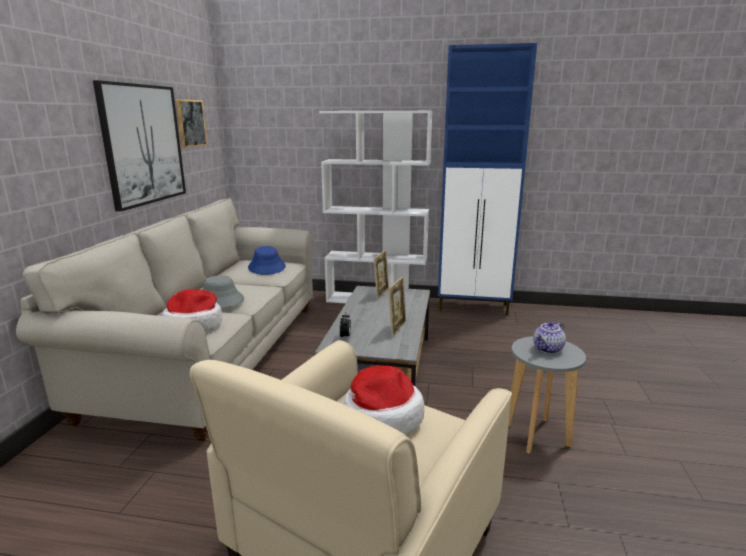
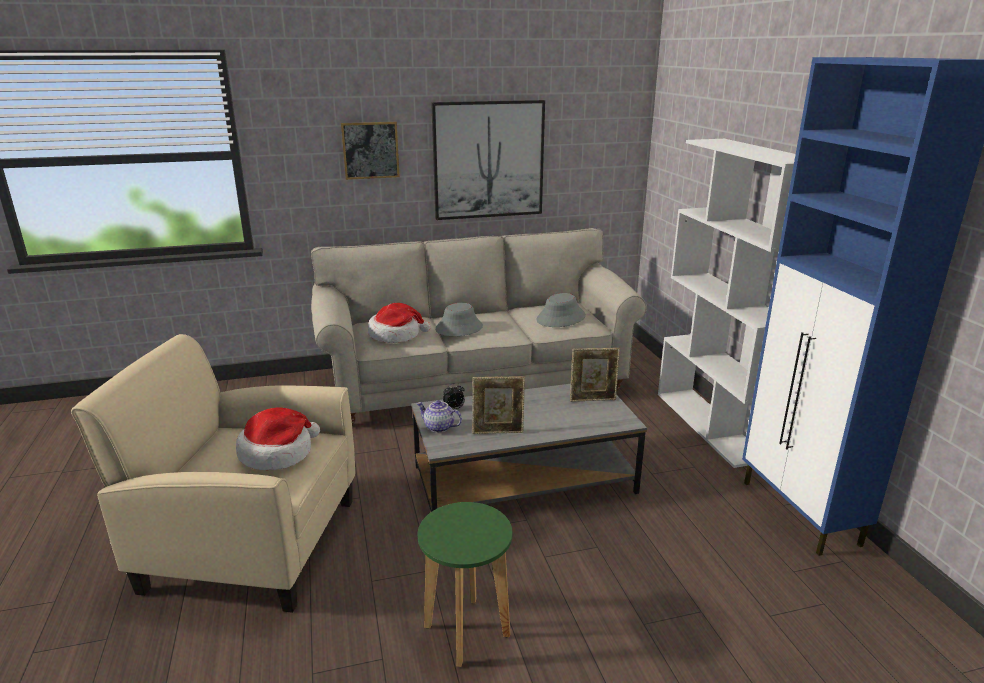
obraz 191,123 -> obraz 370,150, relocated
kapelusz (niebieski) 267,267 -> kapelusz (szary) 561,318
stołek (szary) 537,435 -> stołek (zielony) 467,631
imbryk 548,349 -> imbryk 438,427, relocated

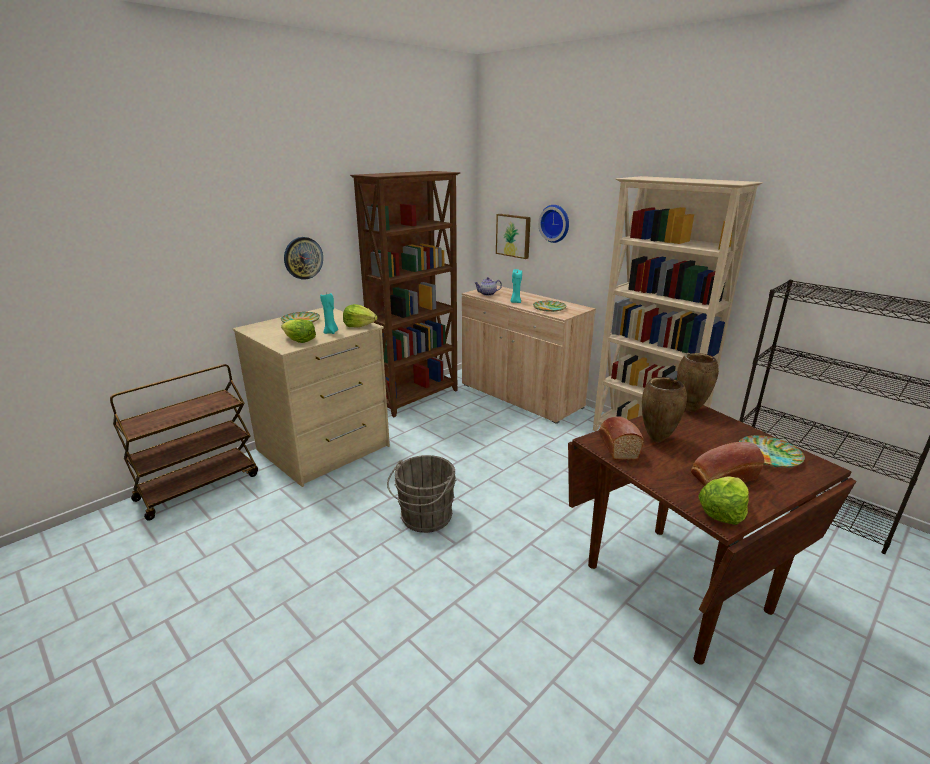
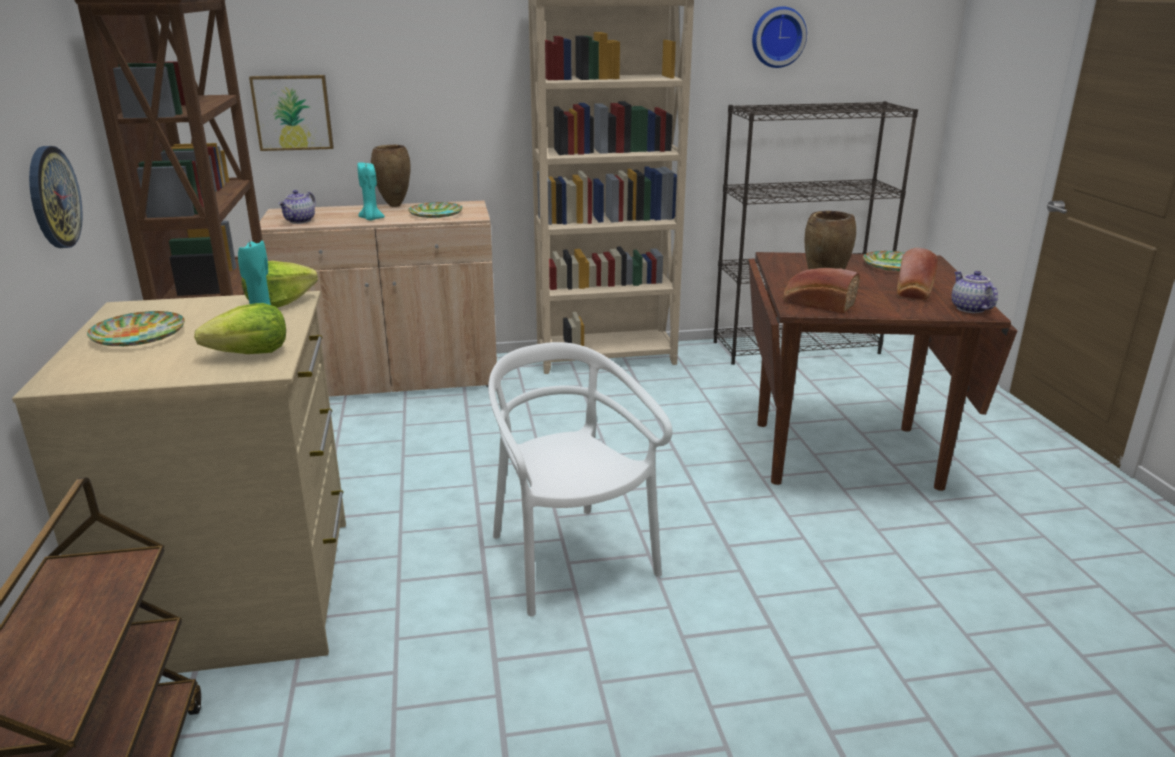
wiadro (szary) 424,518 -> krzesło (biały) 569,559
zegar ścienny 555,223 -> zegar ścienny 777,37, relocated
wazon (brązowy) 689,409 -> wazon (brązowy) 394,206, relocated
sałata 722,512 -> imbryk 969,309

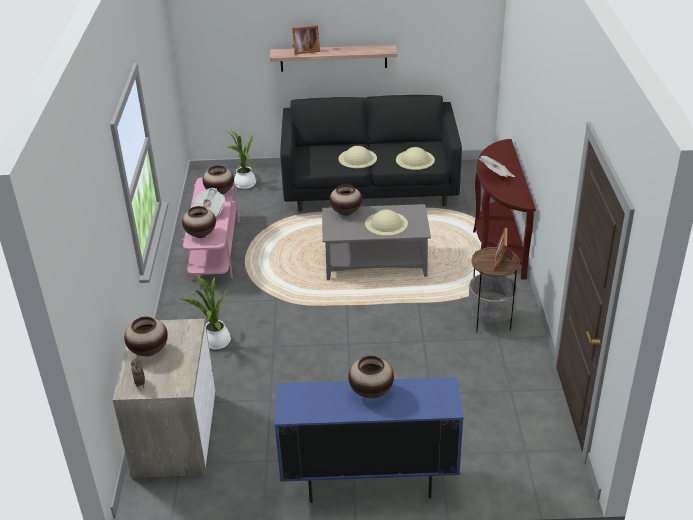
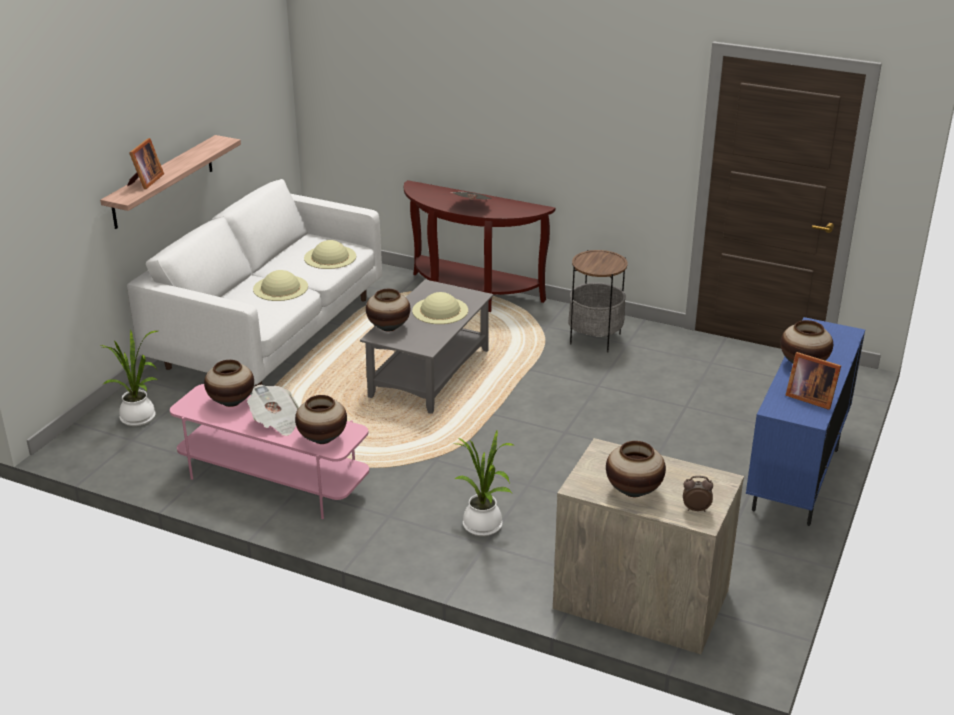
kanapa (czarny) 370,188 -> kanapa (biały) 269,333
ramka na zdjęcie 502,261 -> ramka na zdjęcie 809,397, relocated

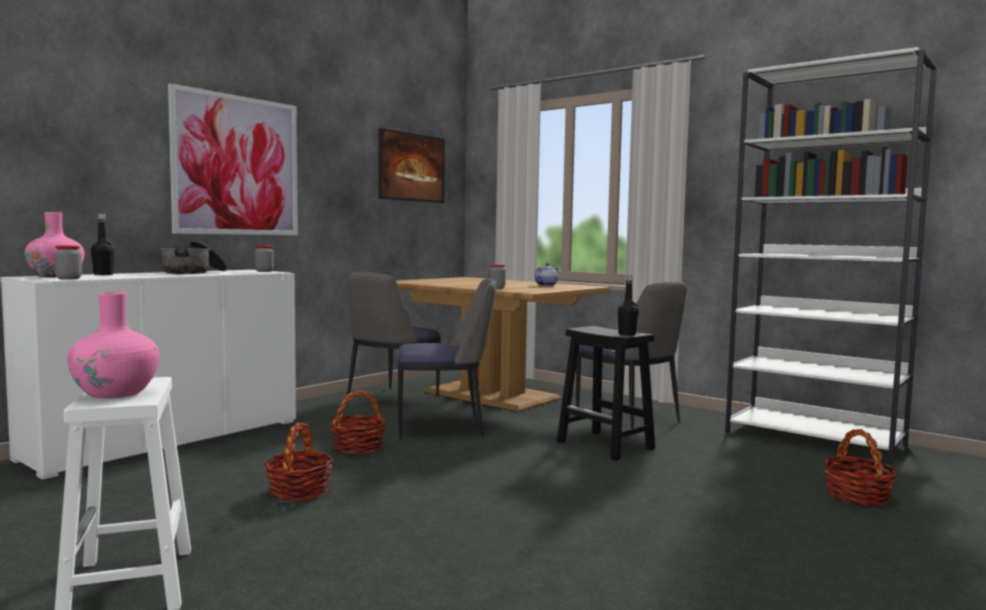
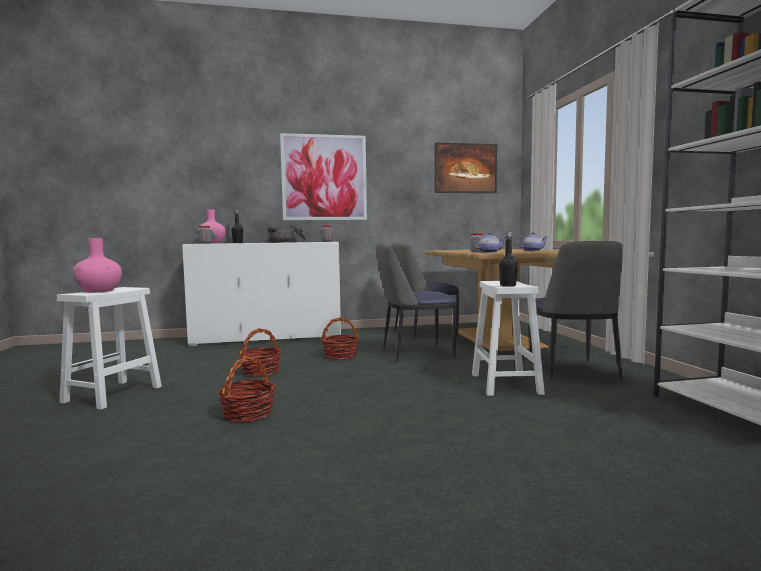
krzesło 443,427 -> krzesło 415,353, 135 degrees clockwise
stołek (czarny) 606,445 -> stołek (biały) 506,384
koszyk 857,496 -> koszyk 248,413, relocated
none -> imbryk 489,252

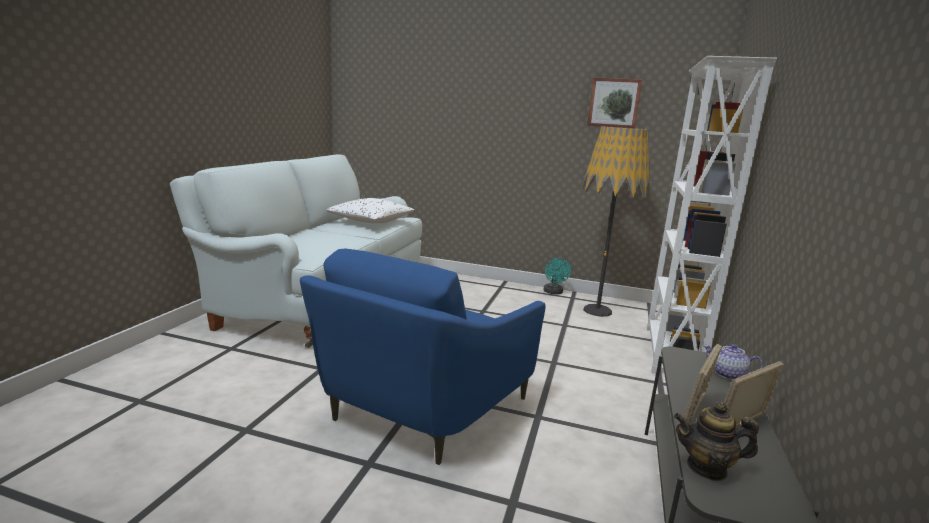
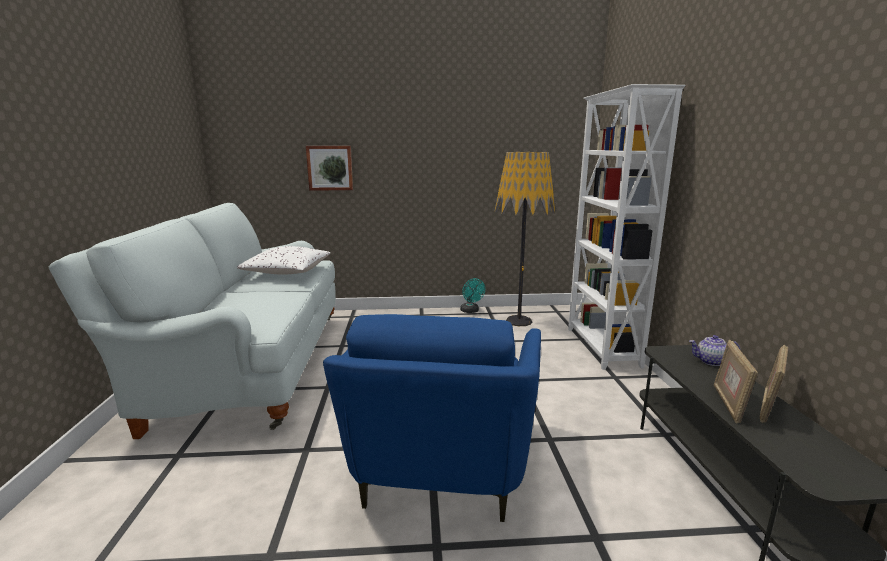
obraz 614,103 -> obraz 330,168, relocated
imbryk 707,468 -> none

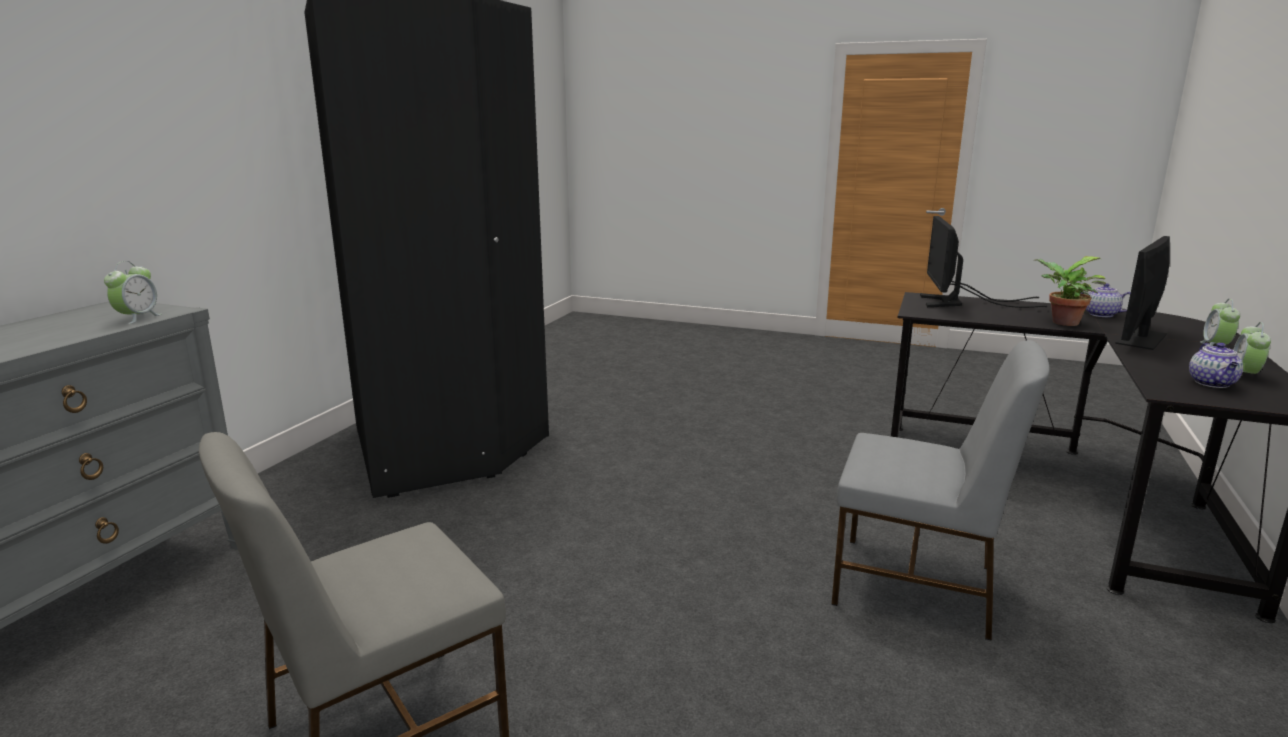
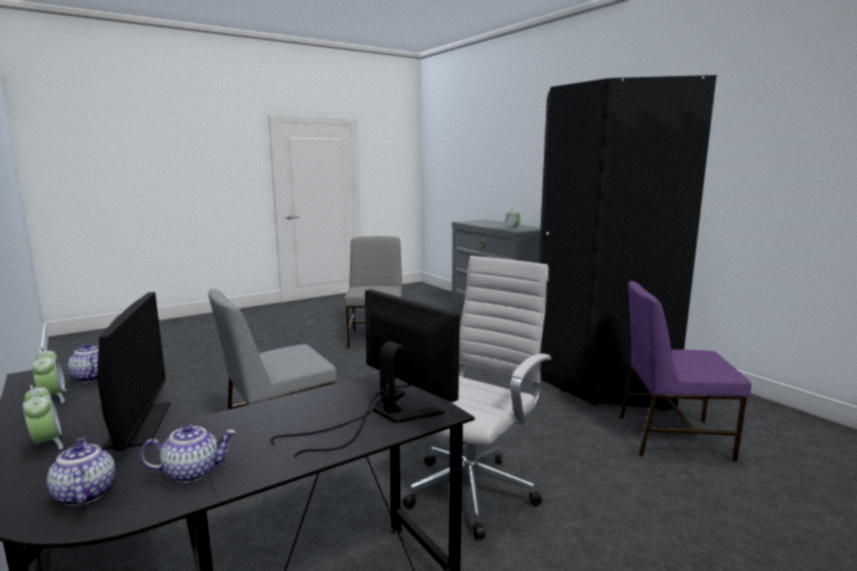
roślina doniczkowa 1061,323 -> none
none -> imbryk 84,494
none -> krzesło biurowe (biały) 474,489
none -> krzesło (fioletowy) 670,437

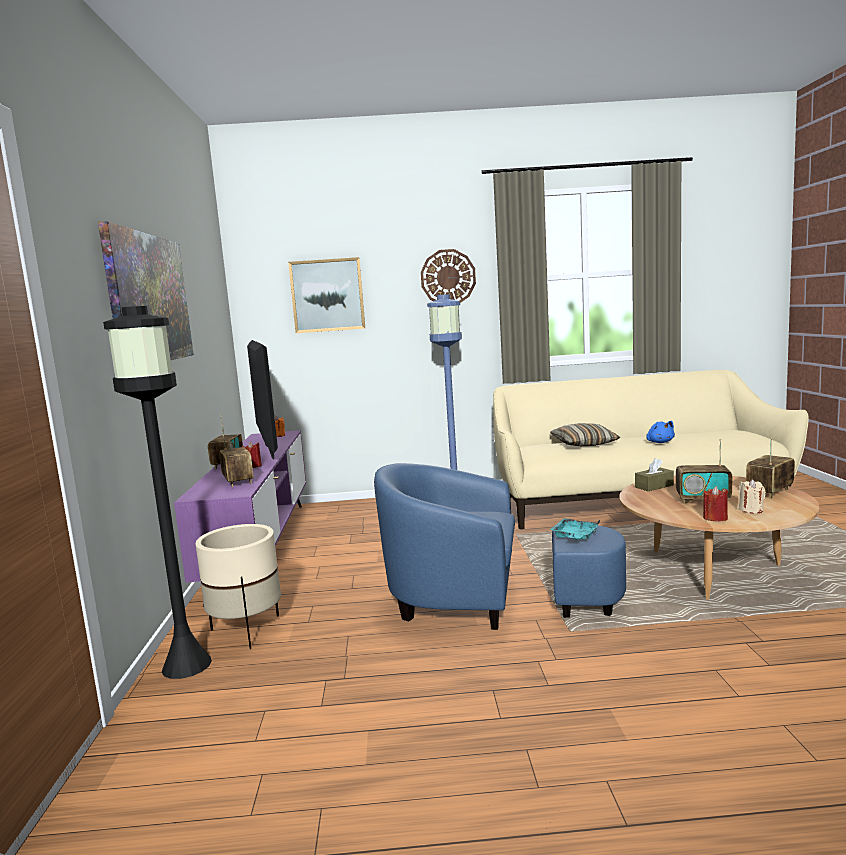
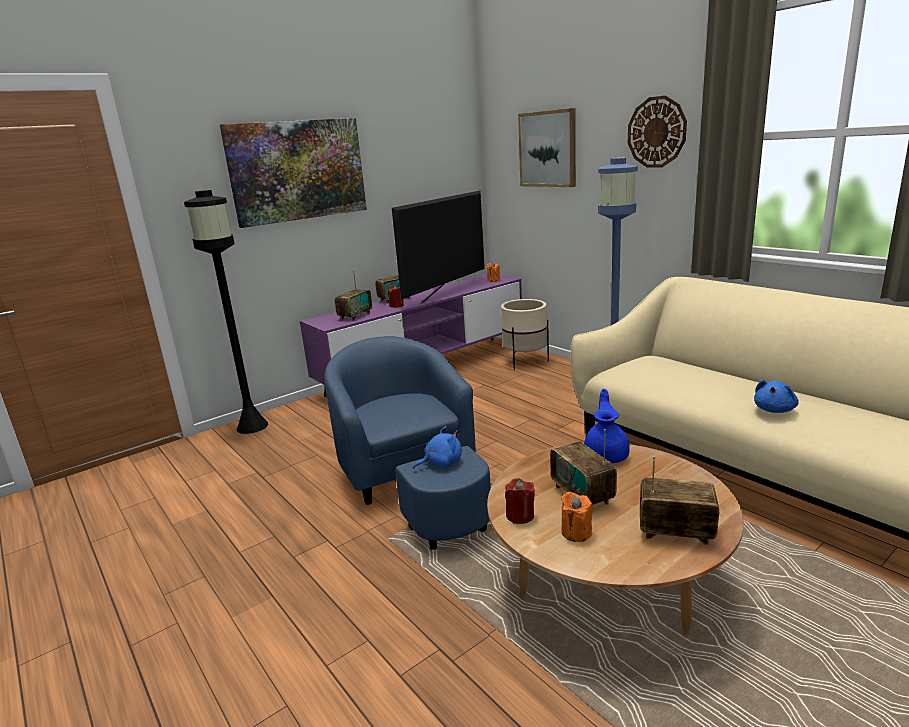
donica (beżowy) 247,631 -> donica (beżowy) 525,362, relocated
poduszka 583,444 -> none
taca (turkusowy) 575,537 -> pluszak (niebieski) 441,462
pudełko chusteczek (brązowy) 654,486 -> imbryk (niebieski) 606,455
świeca (beżowy) 751,510 -> świeca (pomarańczowy) 576,532

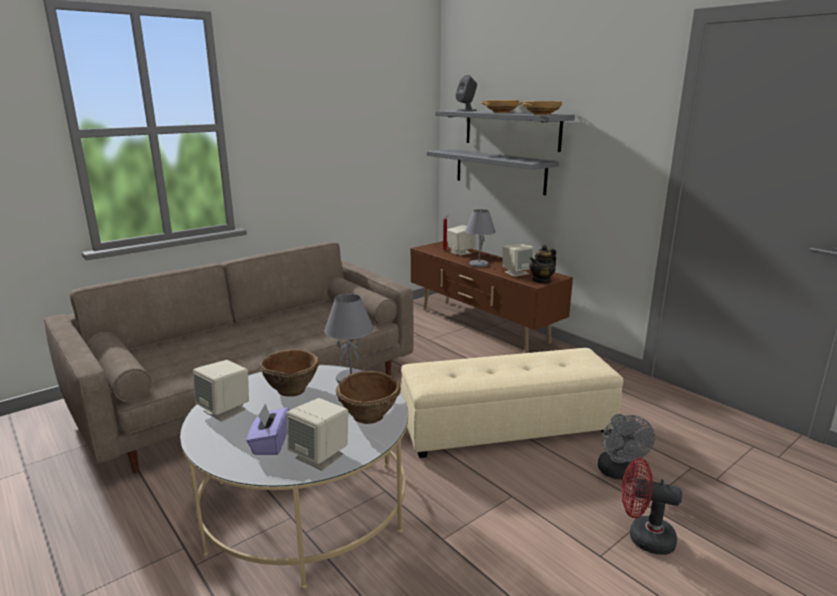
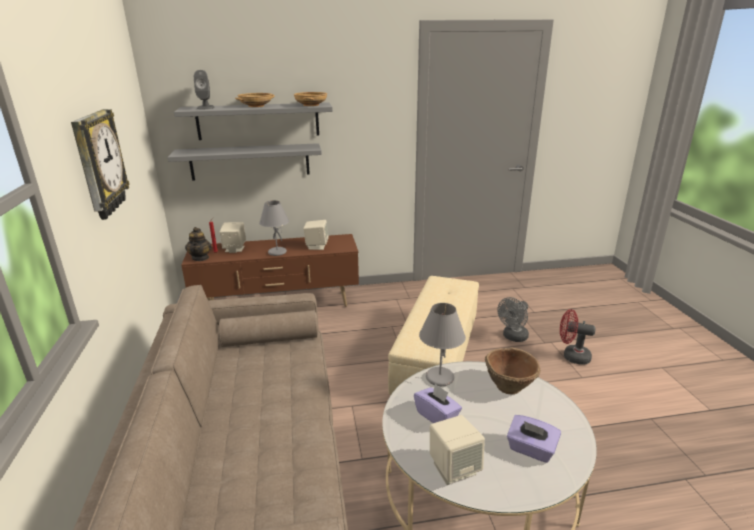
miska (brązowy) 291,389 -> pudełko chusteczek (fioletowy) 437,416
głośnik (beżowy) 320,456 -> none
imbryk 542,280 -> imbryk 200,258, relocated
wentylator (szary) 619,473 -> wentylator (szary) 513,337, 105 degrees clockwise
wentylator (czerwony) 643,537 -> wentylator (czerwony) 571,356, 60 degrees clockwise
none -> zegar ścienny 99,164

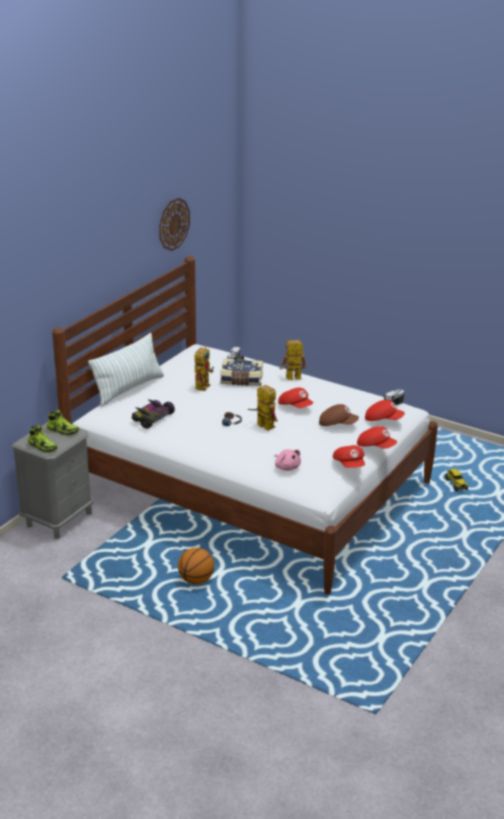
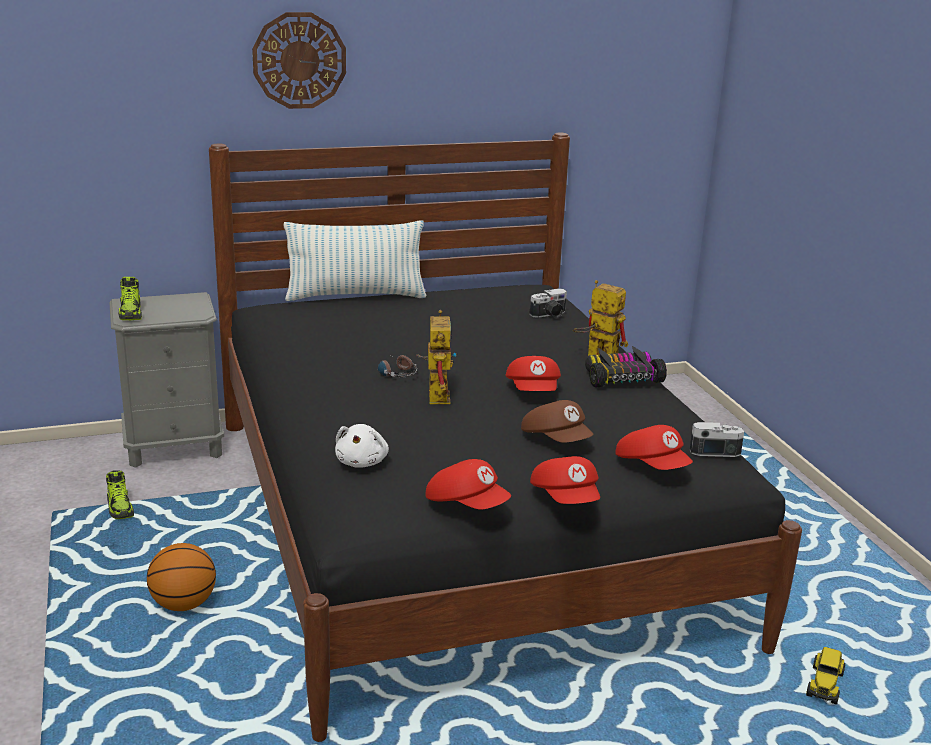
but 63,431 -> but 120,508, relocated
łóżko (biały) 251,489 -> łóżko (czarny) 459,523
samochodzik 152,418 -> samochodzik 621,378, relocated
zegar ścienny 173,224 -> zegar ścienny 299,60, relocated
robot zabawkowy 202,385 -> none
książka 241,380 -> none
pluszak (różowy) 287,467 -> pluszak (biały) 362,462
czapka z daszkiem (czerwony) 349,465 -> czapka z daszkiem (czerwony) 467,504, 75 degrees counterclockwise

